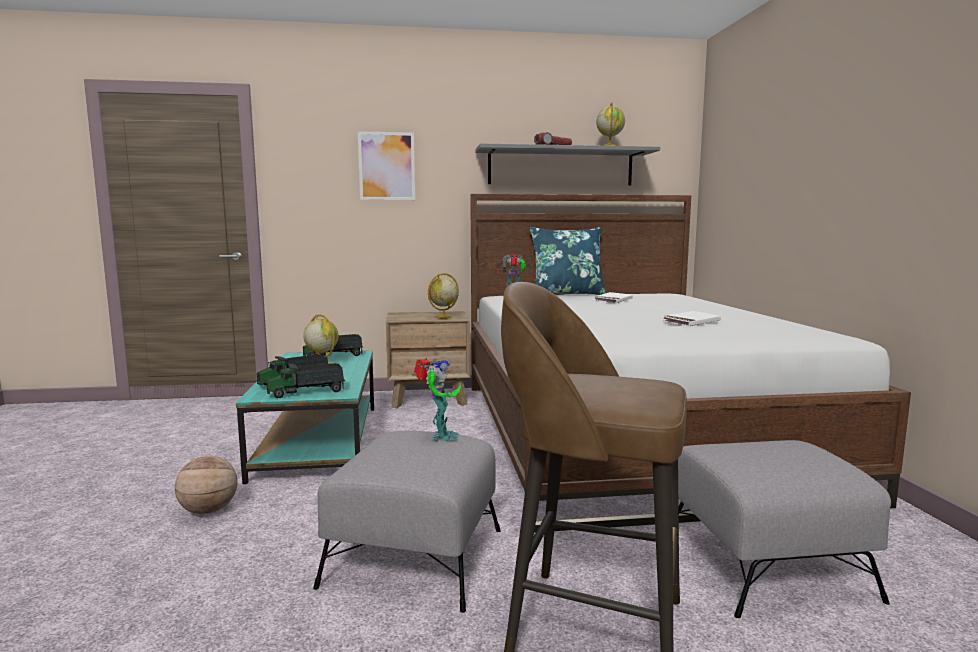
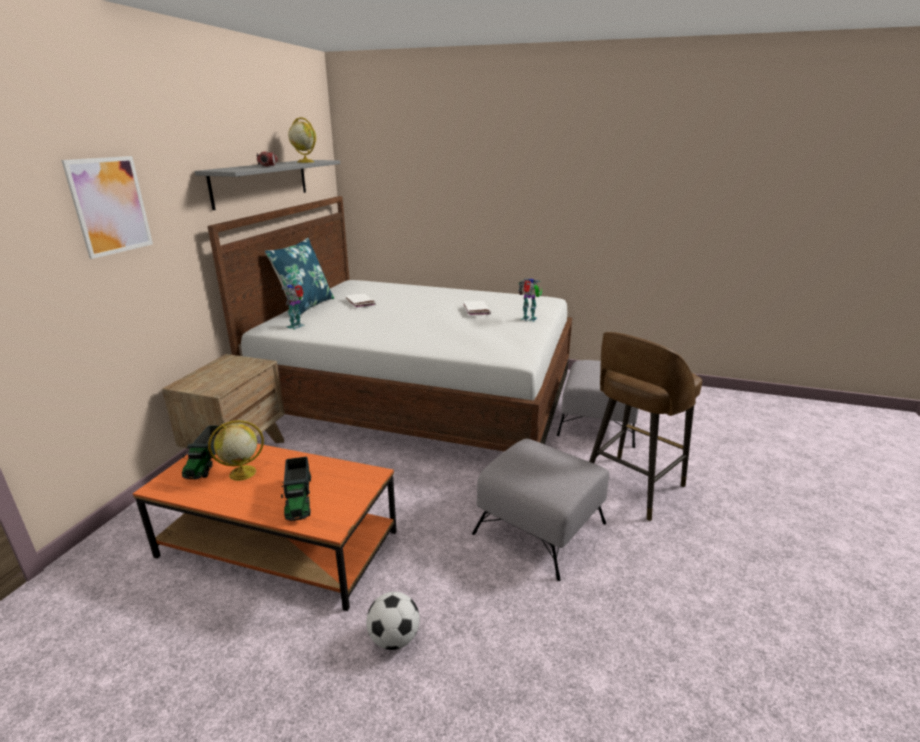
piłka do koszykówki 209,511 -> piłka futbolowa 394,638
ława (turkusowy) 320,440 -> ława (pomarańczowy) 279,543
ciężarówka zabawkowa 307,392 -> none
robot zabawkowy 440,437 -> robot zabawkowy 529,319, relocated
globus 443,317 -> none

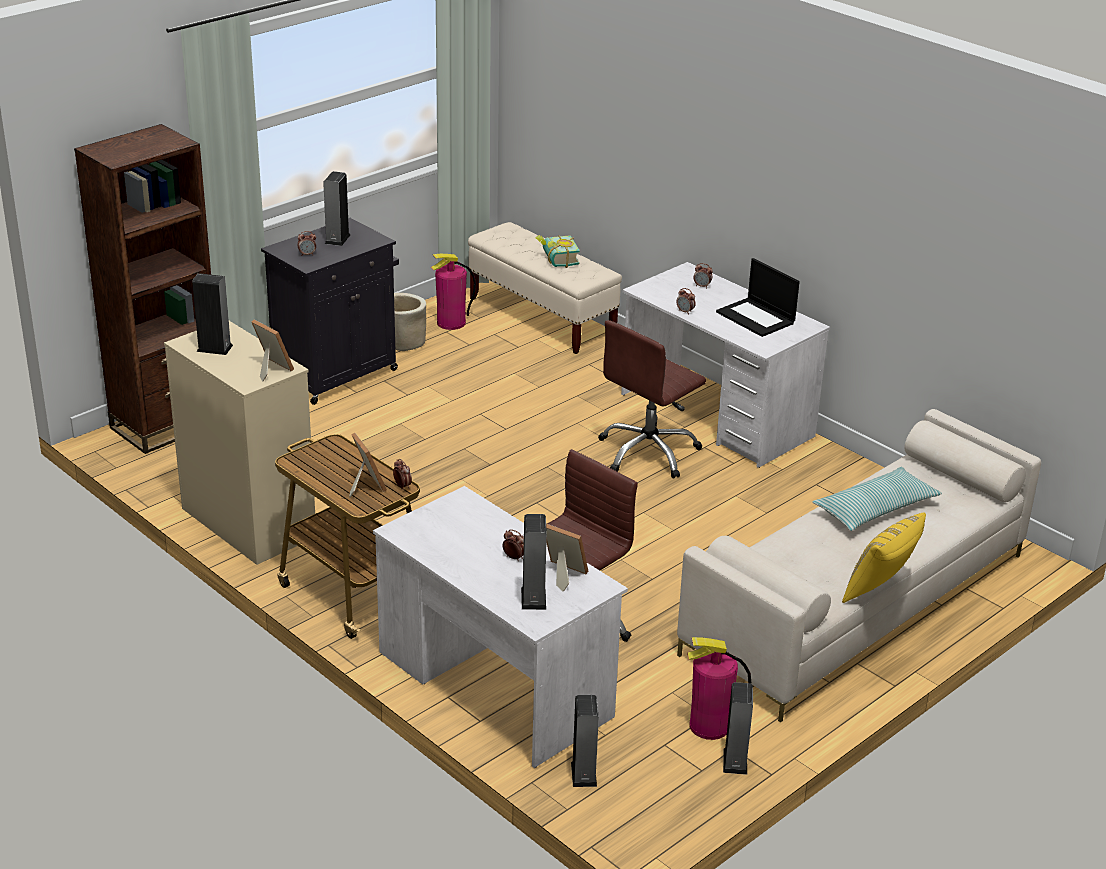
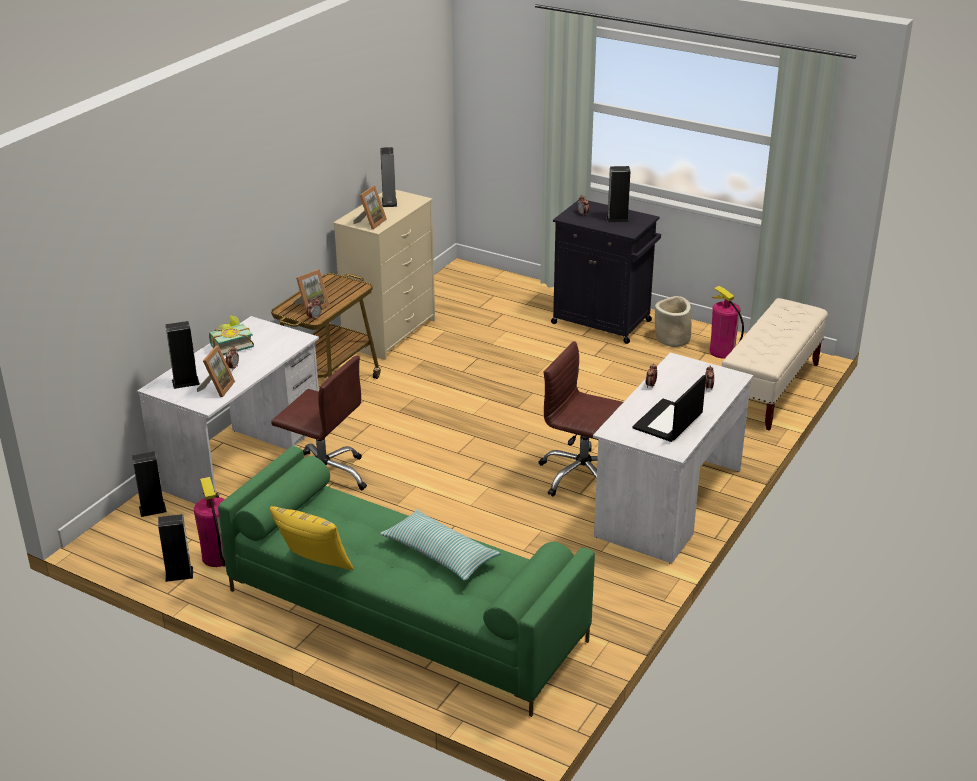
regał (brązowy) 167,425 -> none
książka 556,260 -> książka 230,345, relocated
kanapa (beżowy) 856,605 -> kanapa (zielony) 403,615

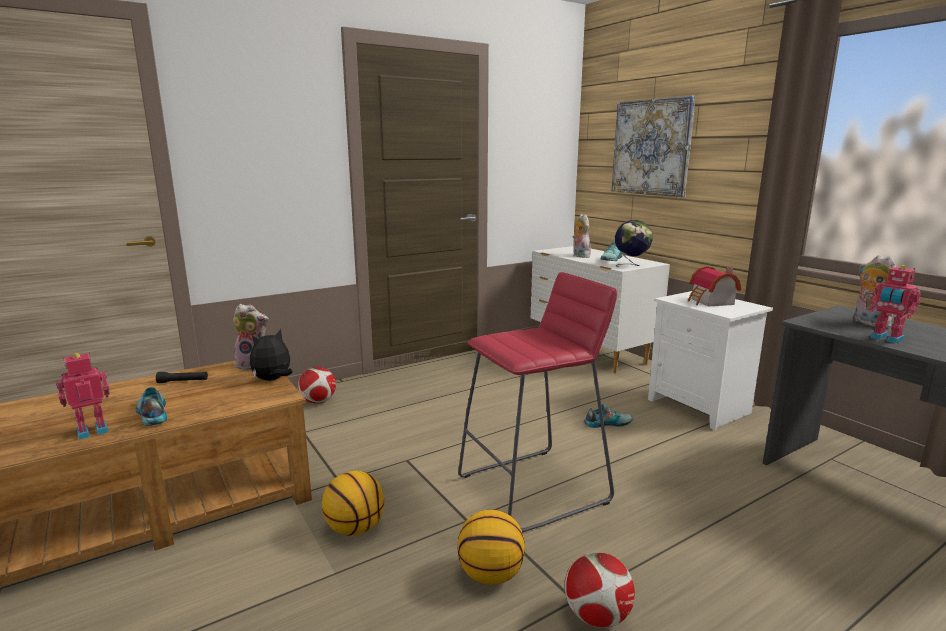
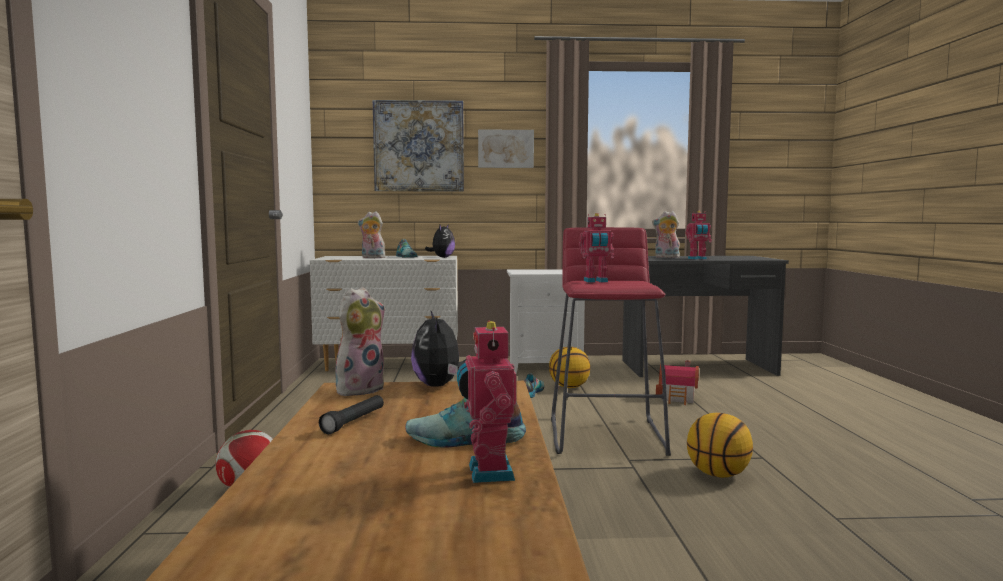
piłka do koszykówki 355,528 -> piłka do koszykówki 569,387, relocated
piłka futbolowa 597,617 -> none
globus 631,266 -> pluszak 442,257
domek 710,302 -> domek 679,398, relocated
none -> obraz 505,149
none -> robot zabawkowy 596,281

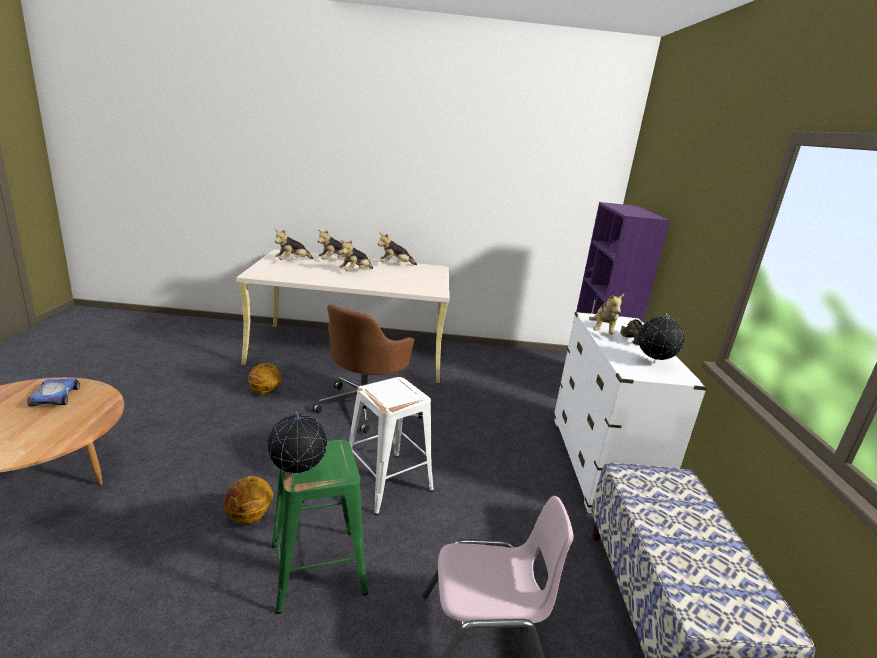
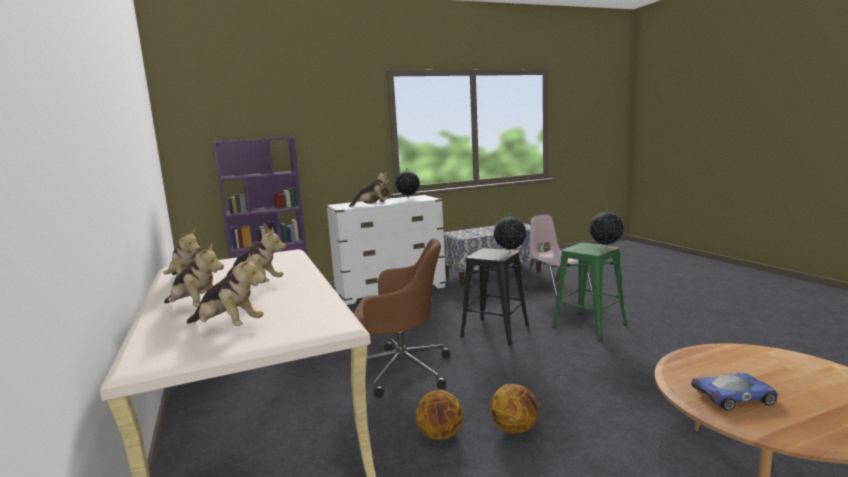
samochodzik 55,396 -> samochodzik 734,396, 150 degrees counterclockwise
piłka do koszykówki 249,517 -> piłka do koszykówki 515,428, relocated
stołek (biały) 388,482 -> stołek (czarny) 494,331
none -> globus 510,253

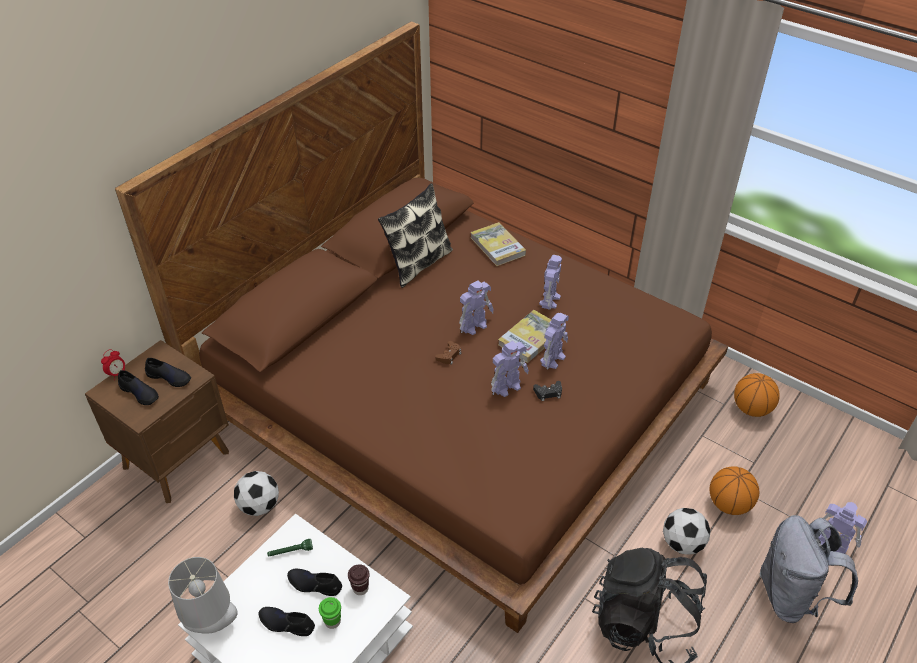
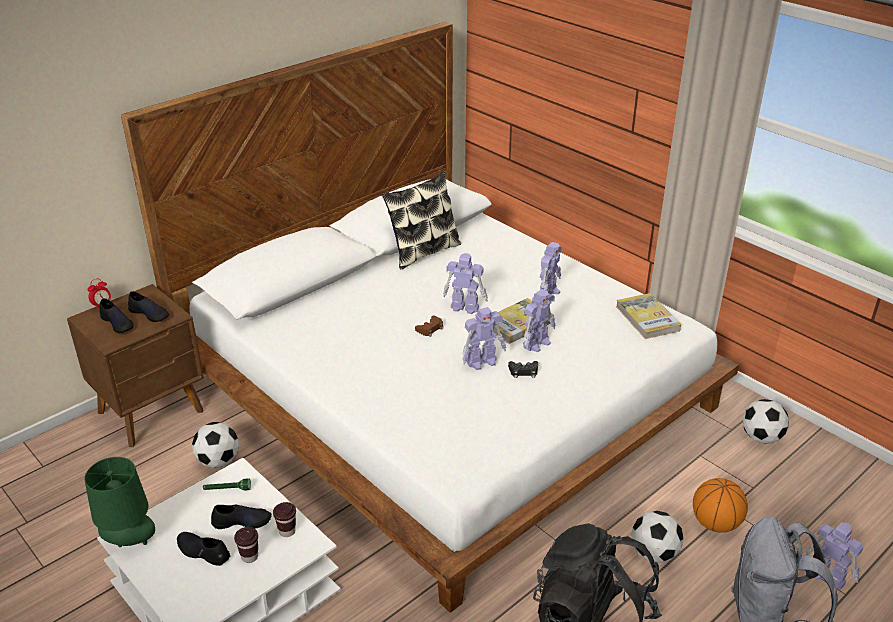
łóżko (brązowy) 458,397 -> łóżko (biały) 446,390
lampa stołowa (szary) 212,626 -> lampa stołowa (zielony) 129,543
but (czarny) 314,584 -> but (czarny) 242,521, 150 degrees clockwise
filiżanka (zielony) 332,621 -> filiżanka (brązowy) 249,556
robot zabawkowy 475,326 -> robot zabawkowy 464,307, 135 degrees counterclockwise
książka 497,246 -> książka 647,318, relocated
piłka do koszykówki 751,409 -> piłka futbolowa 761,437

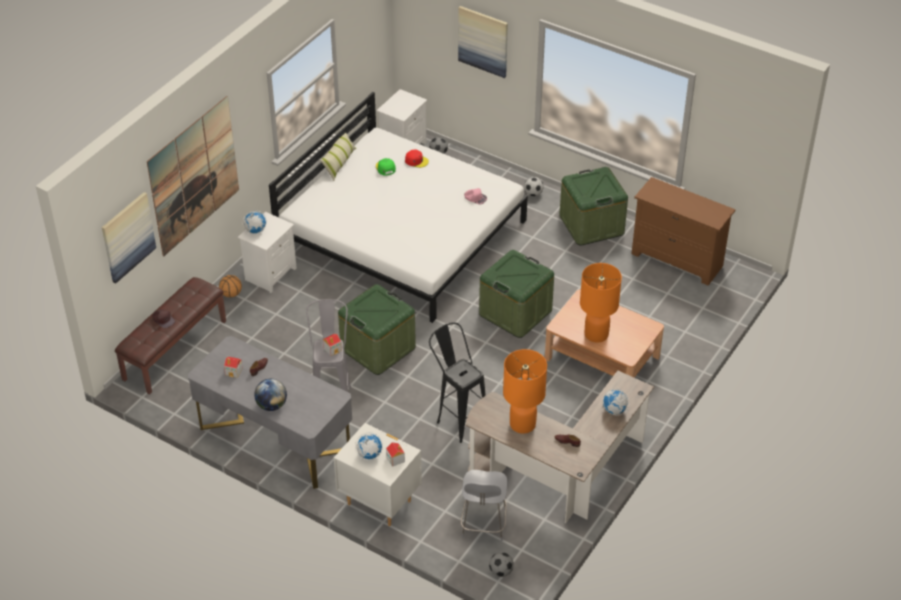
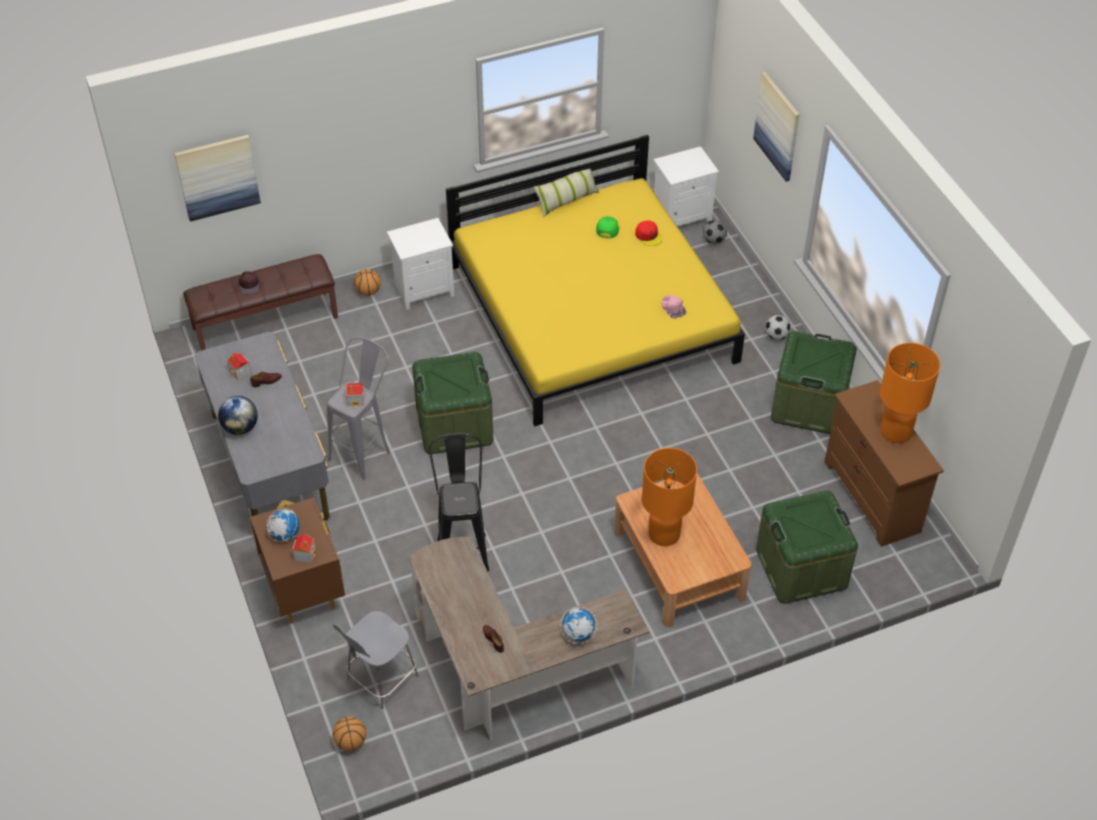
obraz 194,176 -> none
globus 255,231 -> none
łóżko (biały) 402,235 -> łóżko (żółty) 592,313
szafka nocna (biały) 379,502 -> szafka nocna (brązowy) 304,592
pojemnik do przechowywania (zielony) 515,312 -> pojemnik do przechowywania (zielony) 801,568, relocated
piłka futbolowa 501,572 -> piłka do koszykówki 350,742
lampa stołowa (pomarańczowy) 522,424 -> lampa stołowa (pomarańczowy) 895,431, relocated

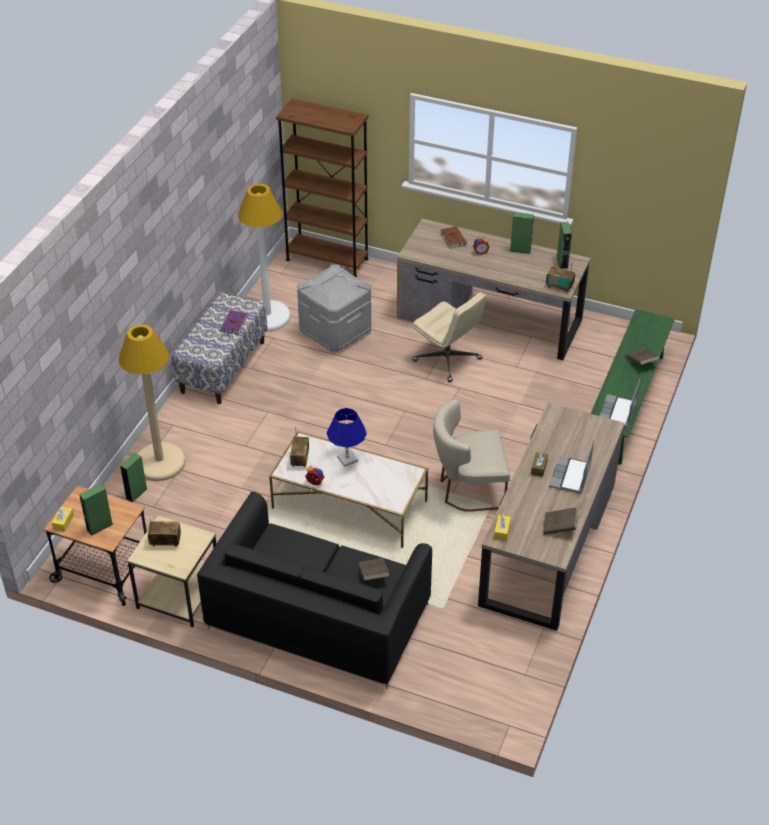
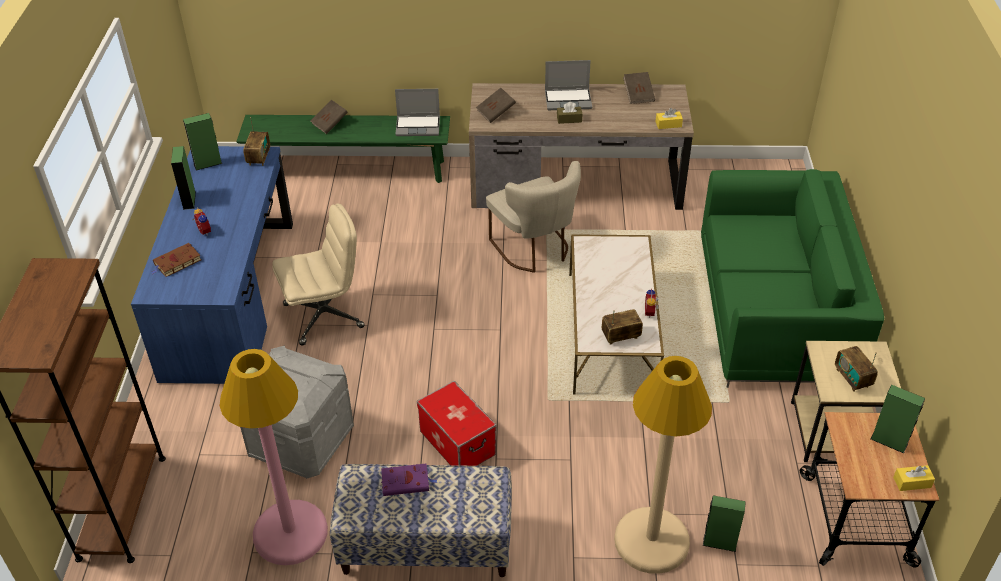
kanapa (czarny) 317,617 -> kanapa (zielony) 775,311
lampa stojąca (biały) 267,317 -> lampa stojąca (różowy) 290,533
lampa stołowa (niebieski) 347,459 -> none
książka (brązowy) 373,575 -> książka (brązowy) 496,113, relocated
biurko (brązowy) 489,319 -> biurko (niebieski) 230,298
krzesło biurowe (beżowy) 448,360 -> krzesło biurowe (beżowy) 324,315, 45 degrees clockwise
none -> pojemnik do przechowywania 457,442

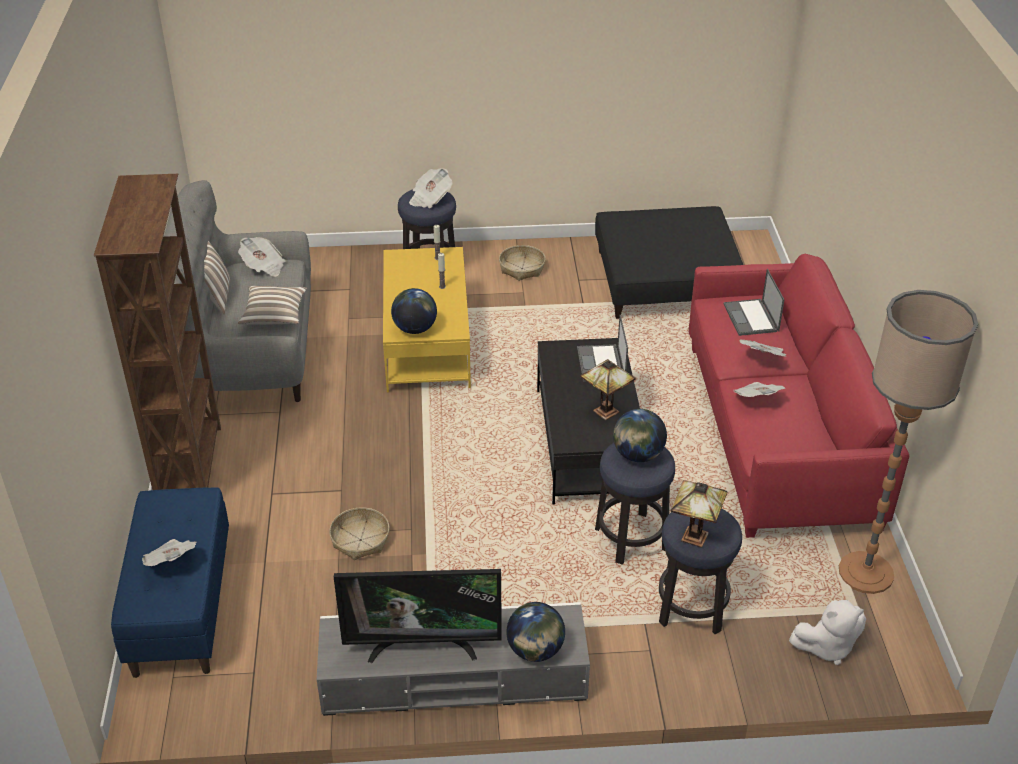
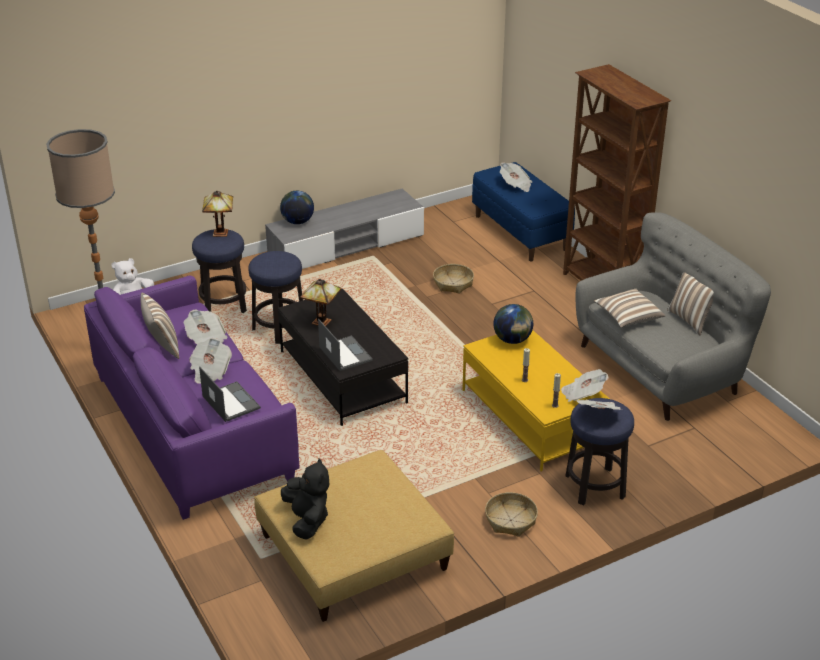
gazeta 263,267 -> gazeta 582,395, relocated
telewizor 422,645 -> none
pufa (czarny) 666,281 -> pufa (beżowy) 354,552
globus 637,455 -> none
kanapa (czerwony) 778,434 -> kanapa (fioletowy) 193,426
none -> poduszka 162,347
none -> pluszak (czarny) 307,520

